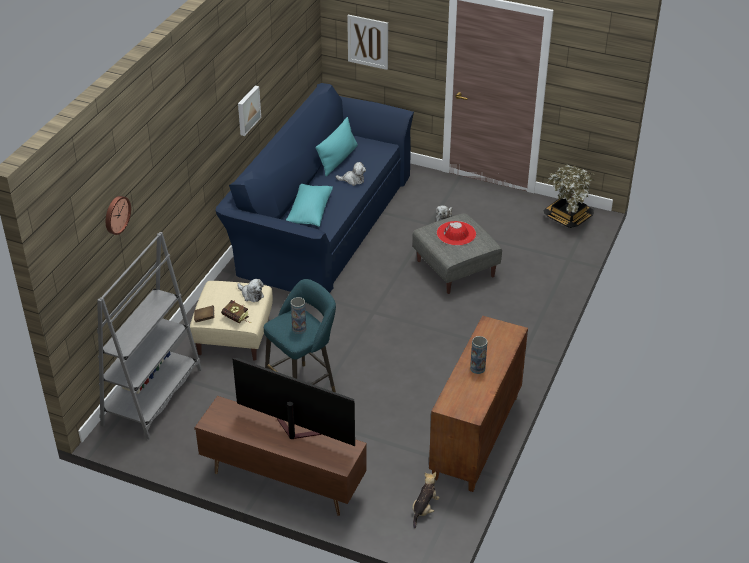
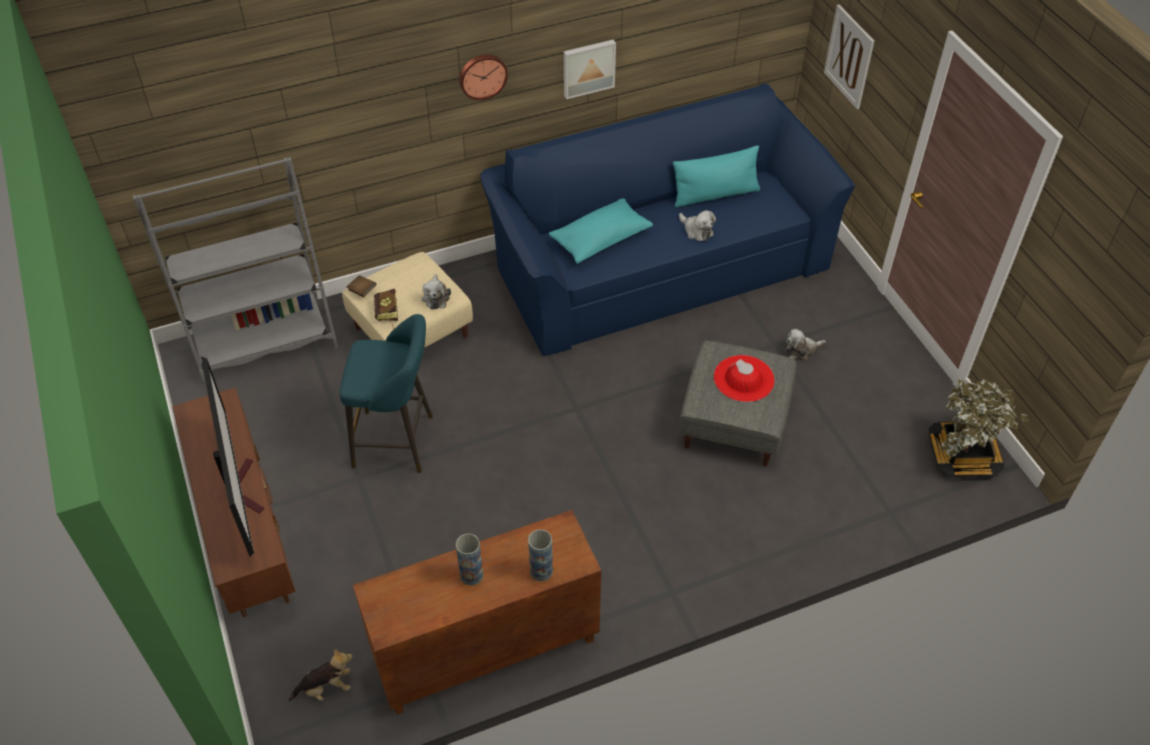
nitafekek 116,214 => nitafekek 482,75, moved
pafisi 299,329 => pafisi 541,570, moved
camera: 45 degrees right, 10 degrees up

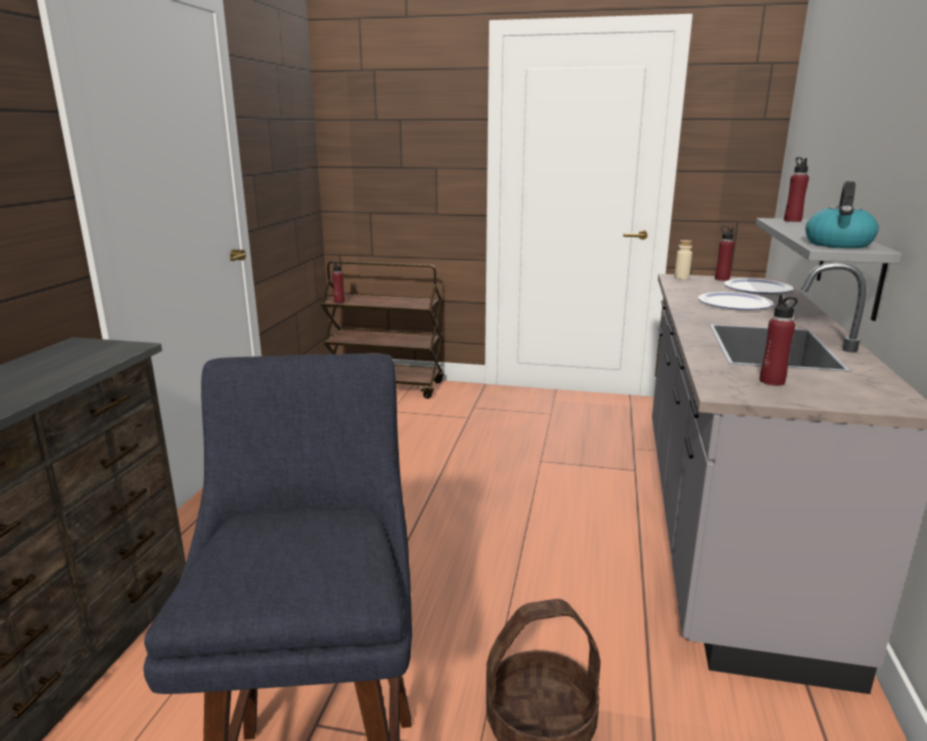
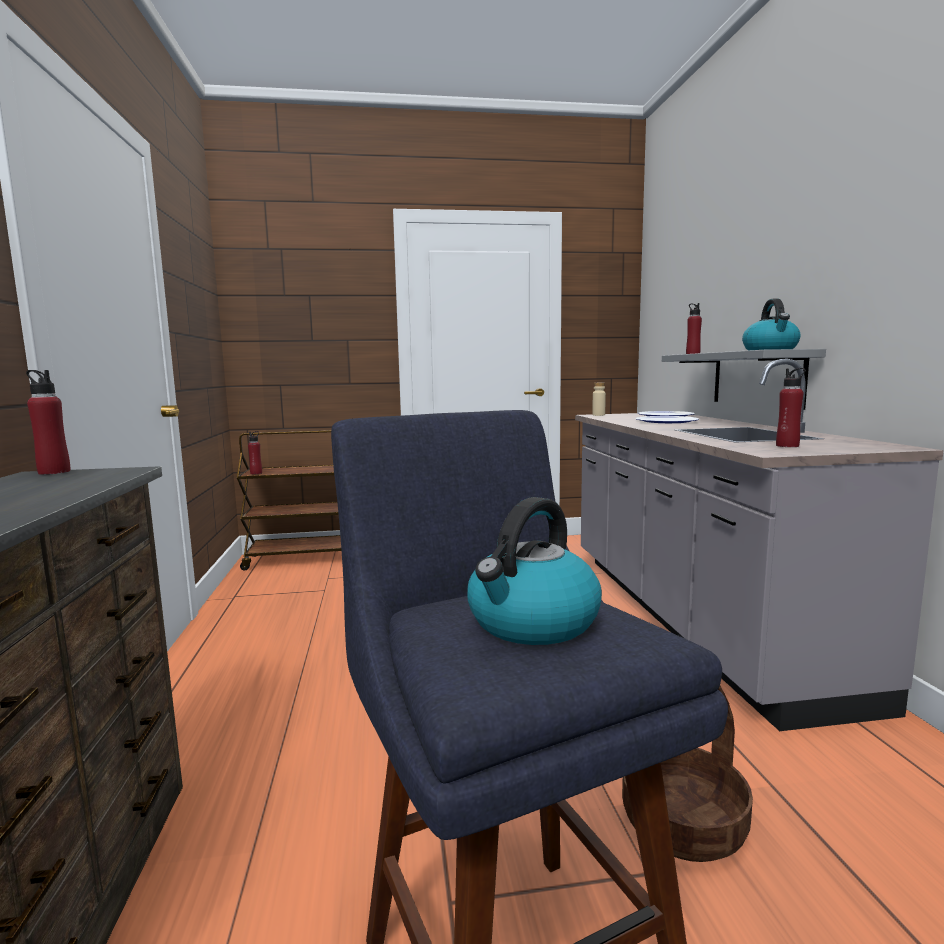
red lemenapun 721,279 => red lemenapun 54,472, moved
nothing => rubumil 532,623
camera: 20 degrees left, 10 degrees down

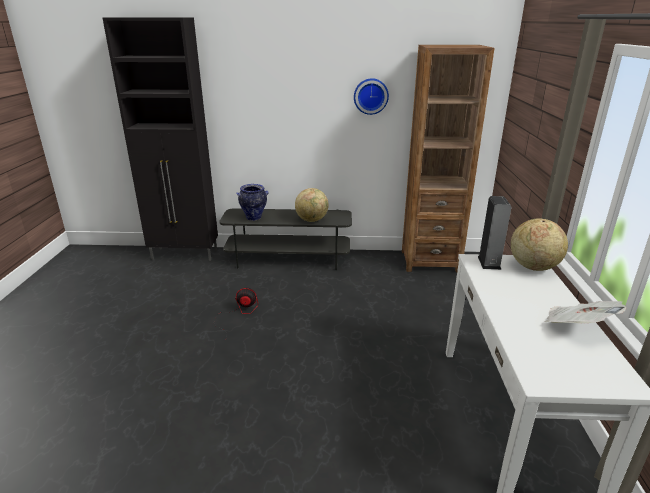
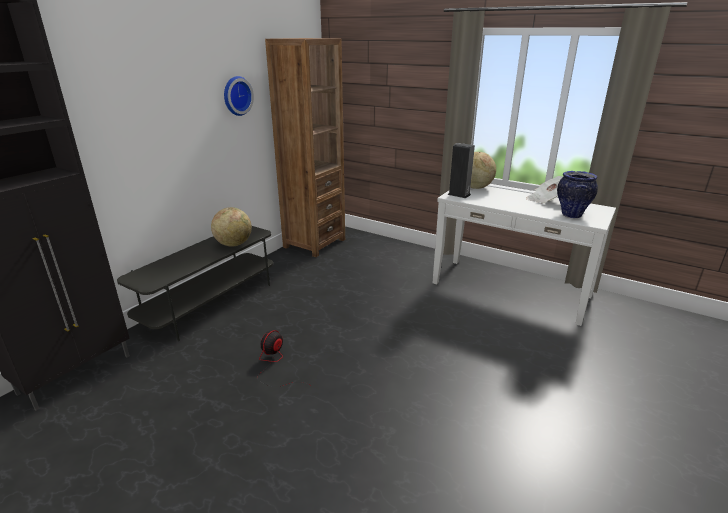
pafisi 254,218 => pafisi 571,215, moved
camera: 60 degrees left, 0 degrees up

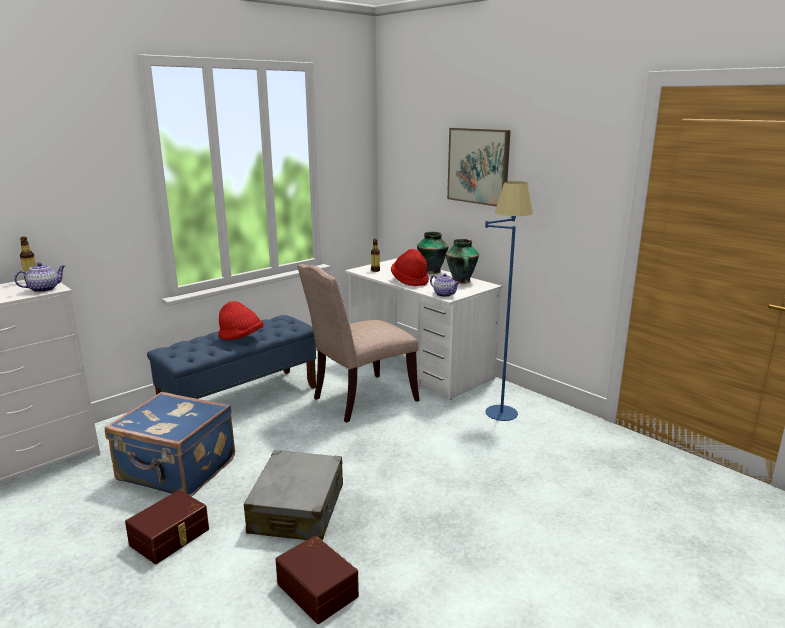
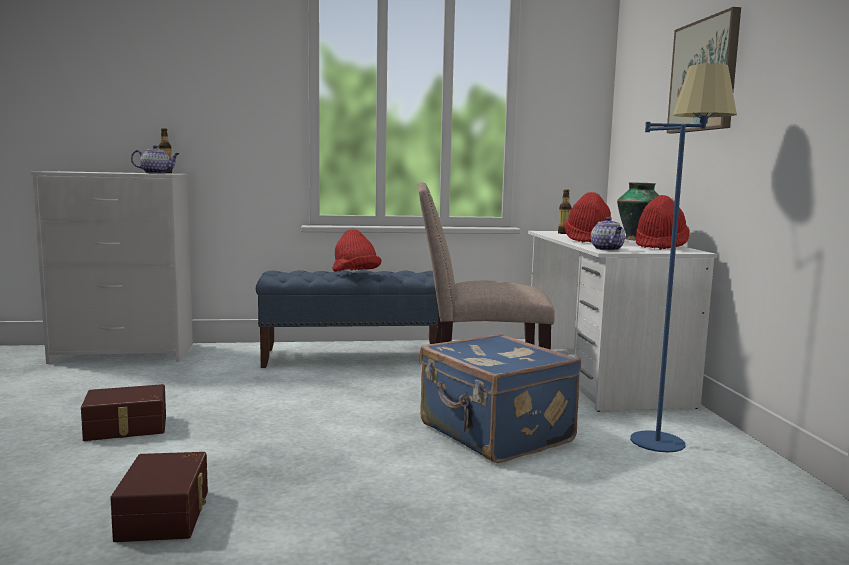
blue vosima 176,471 => blue vosima 494,434, moved
pafisi 461,281 => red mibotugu 660,246
grey vosima 297,509 => nothing
camera: 35 degrees right, 10 degrees down

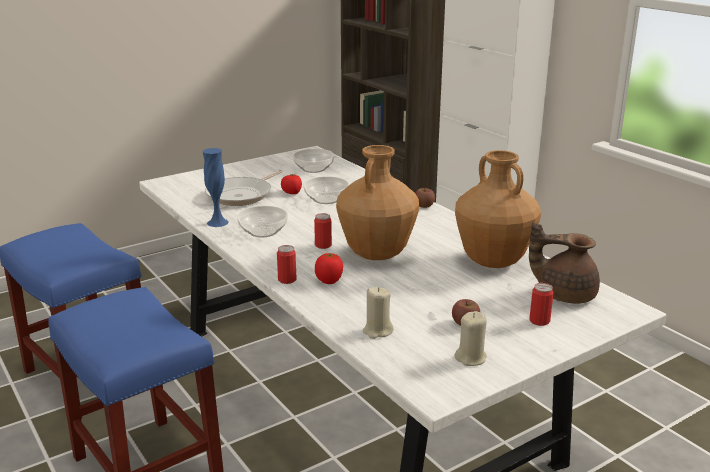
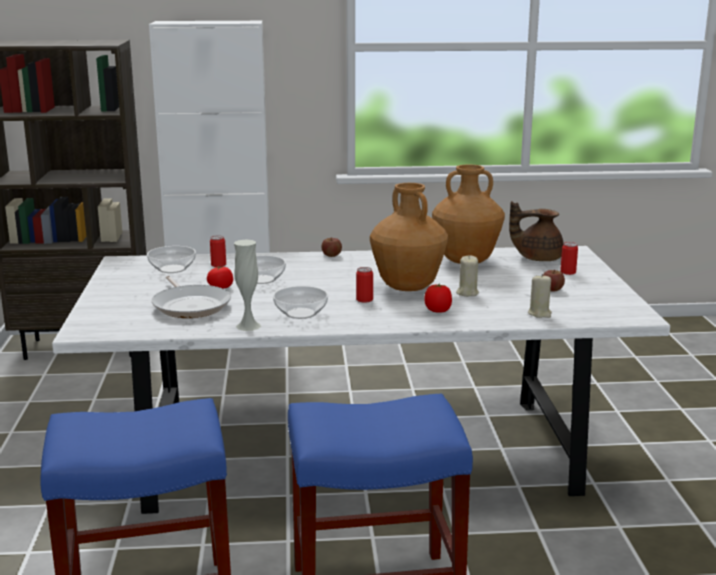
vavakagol 287,280 => vavakagol 218,265, moved
blue pafisi 217,222 => white pafisi 248,326
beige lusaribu 471,358 => beige lusaribu 467,293, moved
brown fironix 564,294 => brown fironix 537,258, 45 degrees clockwise
camera: 60 degrees left, 5 degrees down

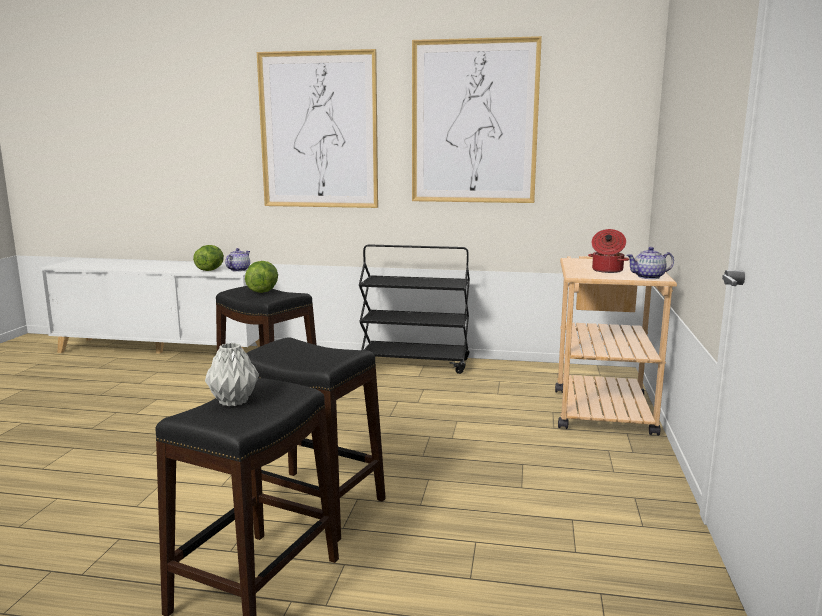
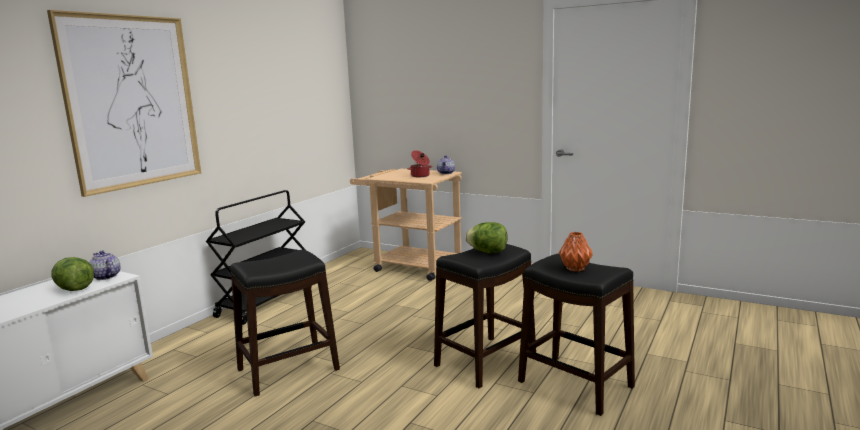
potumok 262,291 => potumok 488,252, moved
grey pafisi 233,402 => orange pafisi 576,269
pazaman 474,122 => nothing
camera: 70 degrees left, 0 degrees up

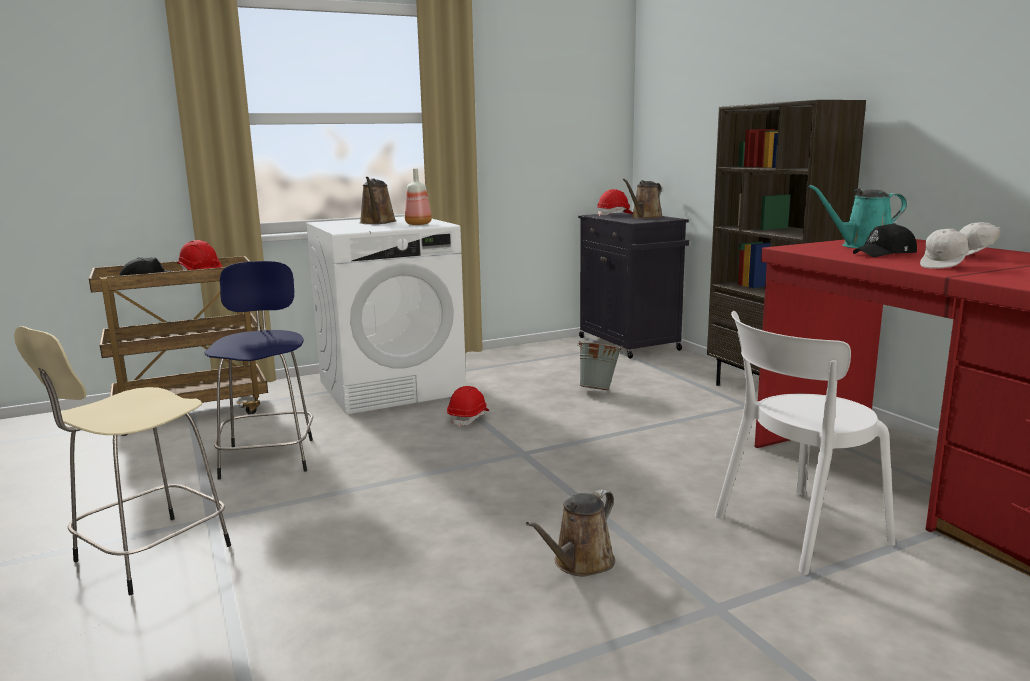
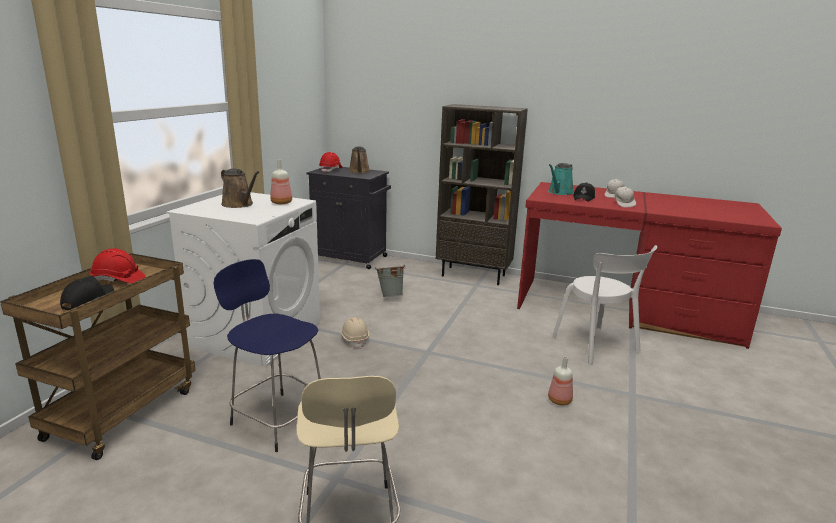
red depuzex 469,418 => beige depuzex 354,340
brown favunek 580,563 => lemenapun 560,400
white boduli 795,531 => white boduli 597,347, 45 degrees counterclockwise
camera: 45 degrees left, 5 degrees up

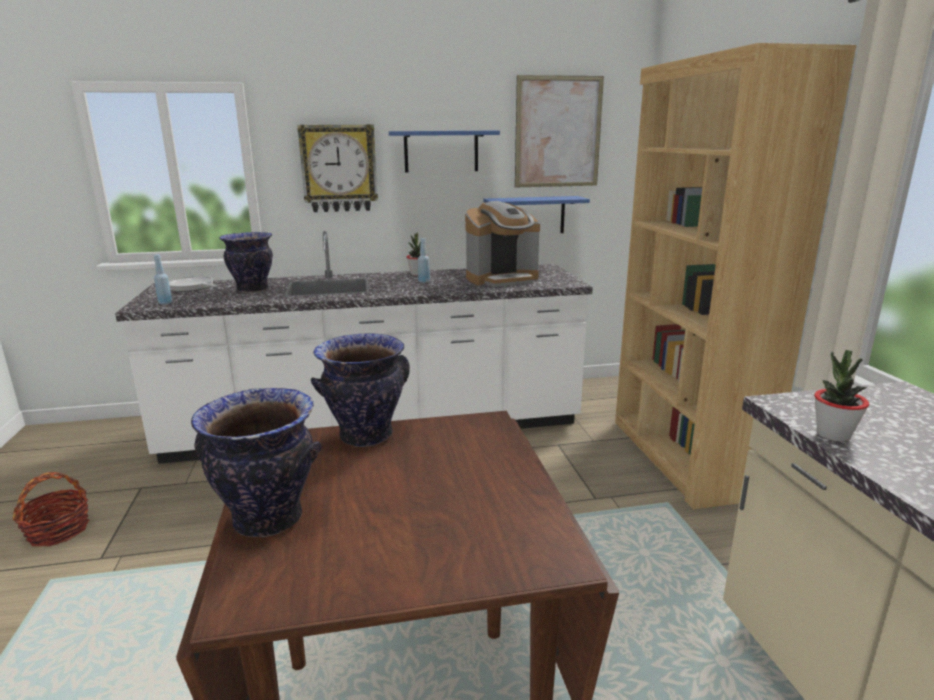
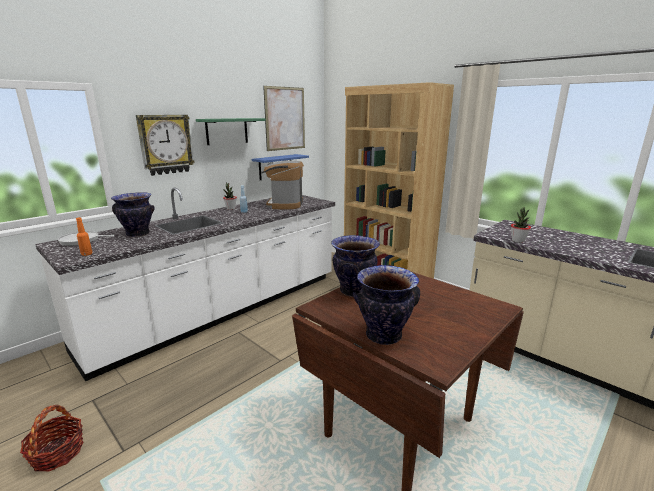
blue lemenapun 165,303 => orange lemenapun 86,254
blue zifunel 441,151 => green zifunel 227,131
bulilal 502,279 => bulilal 284,204, 150 degrees clockwise
camera: 35 degrees left, 0 degrees up

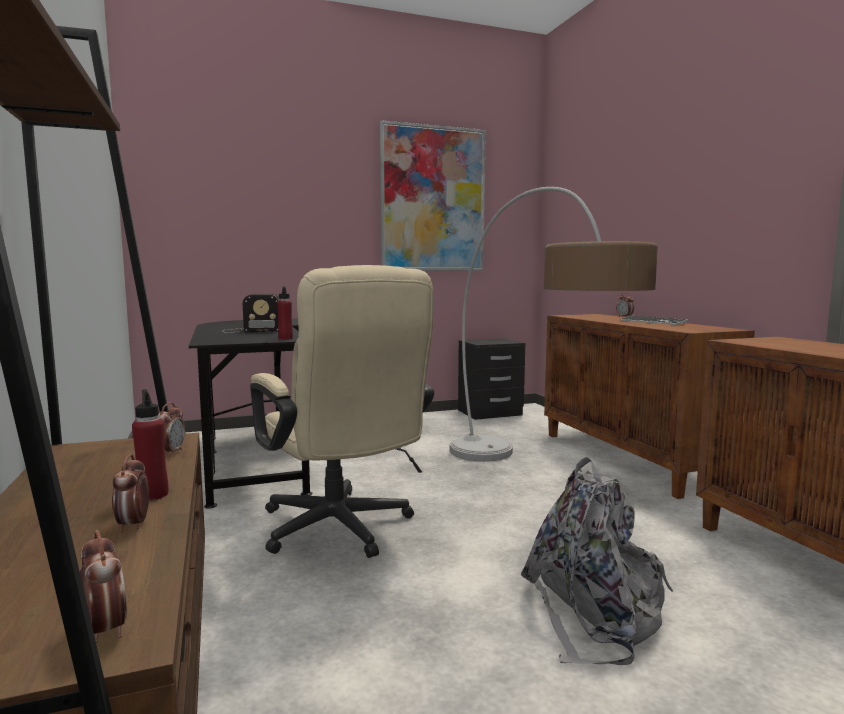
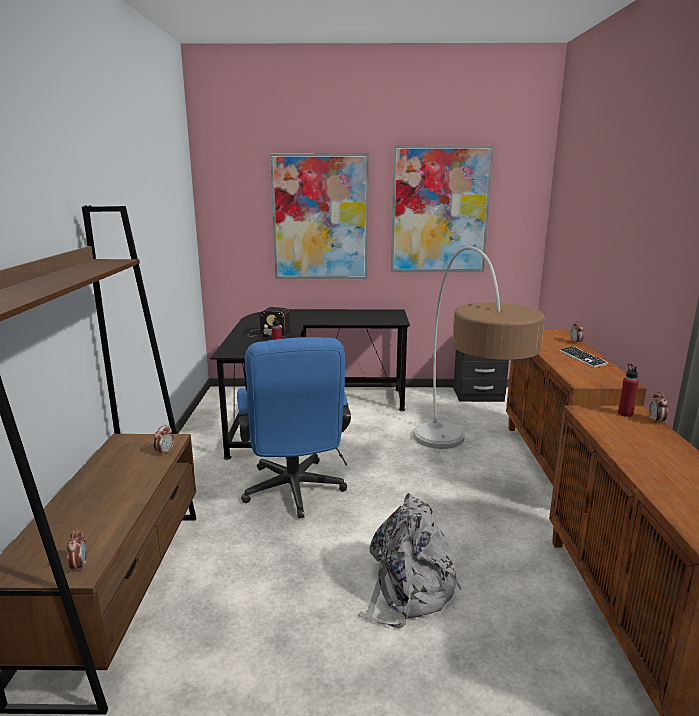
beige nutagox 342,531 => blue nutagox 294,493
nothing => pazaman 320,217
red lemenapun 153,495 => red lemenapun 625,413, moved
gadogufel 133,525 => gadogufel 656,421, moved
camera: 20 degrees right, 10 degrees up

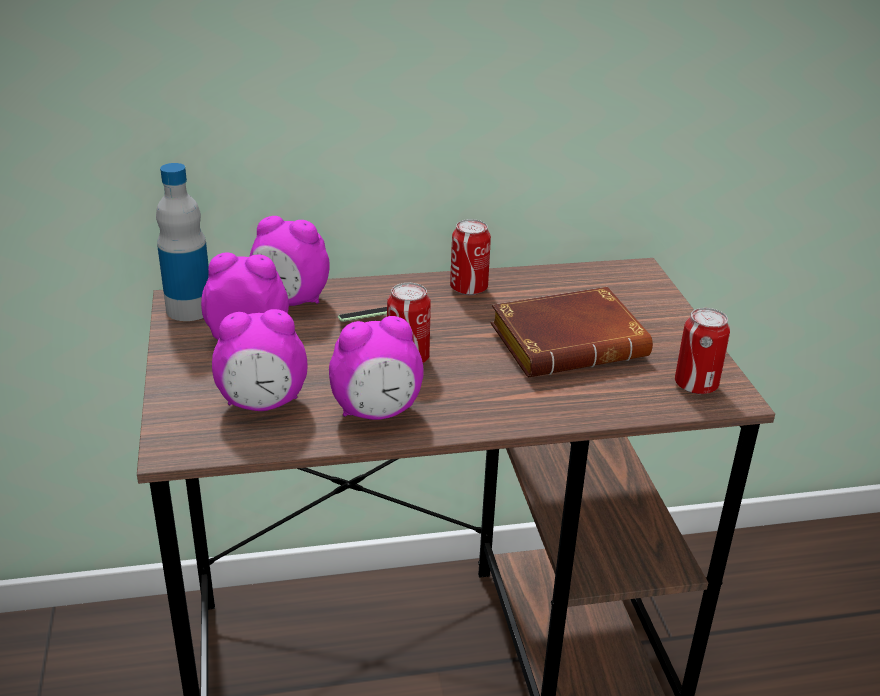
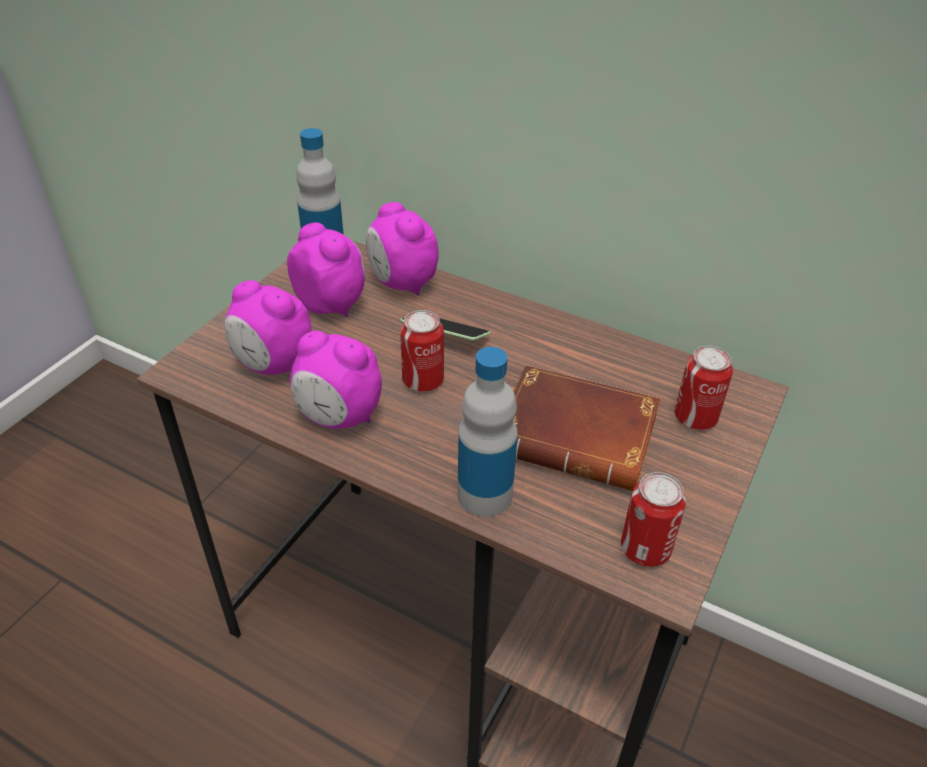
nothing => lemenapun 484,495
vavakagol 468,288 => vavakagol 695,417, moved
camera: 40 degrees right, 10 degrees up

